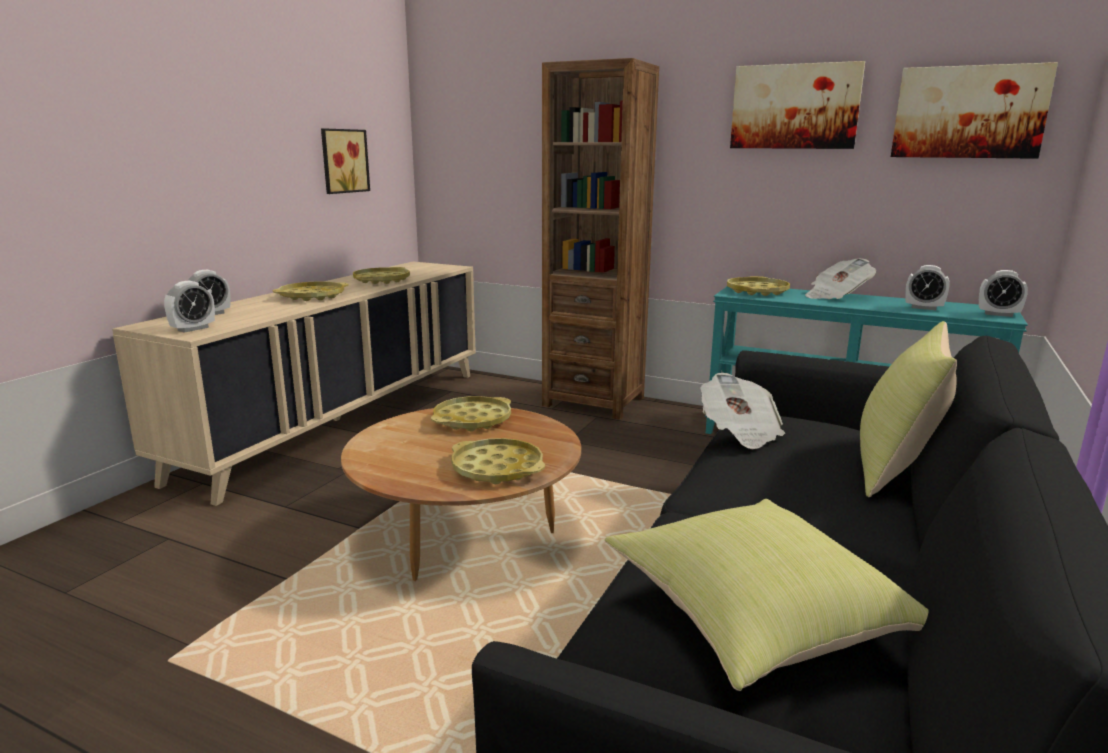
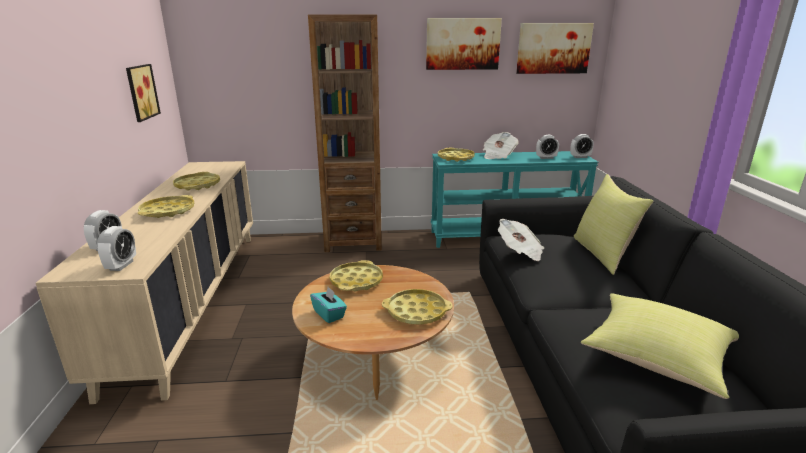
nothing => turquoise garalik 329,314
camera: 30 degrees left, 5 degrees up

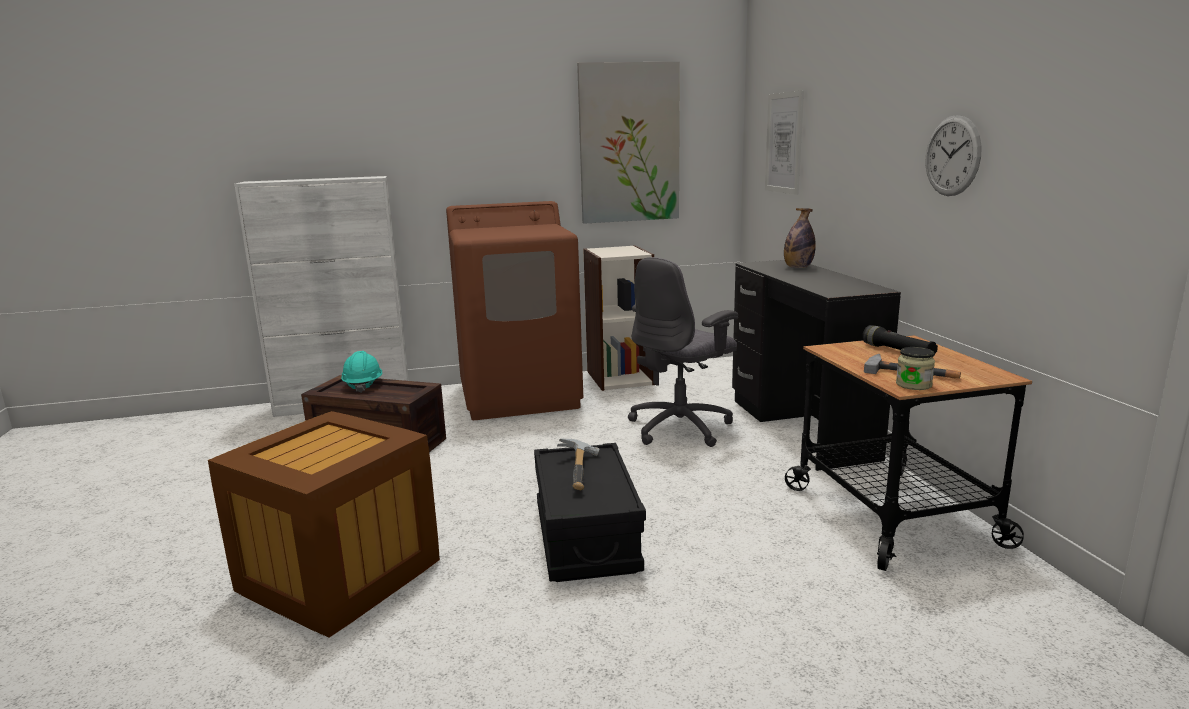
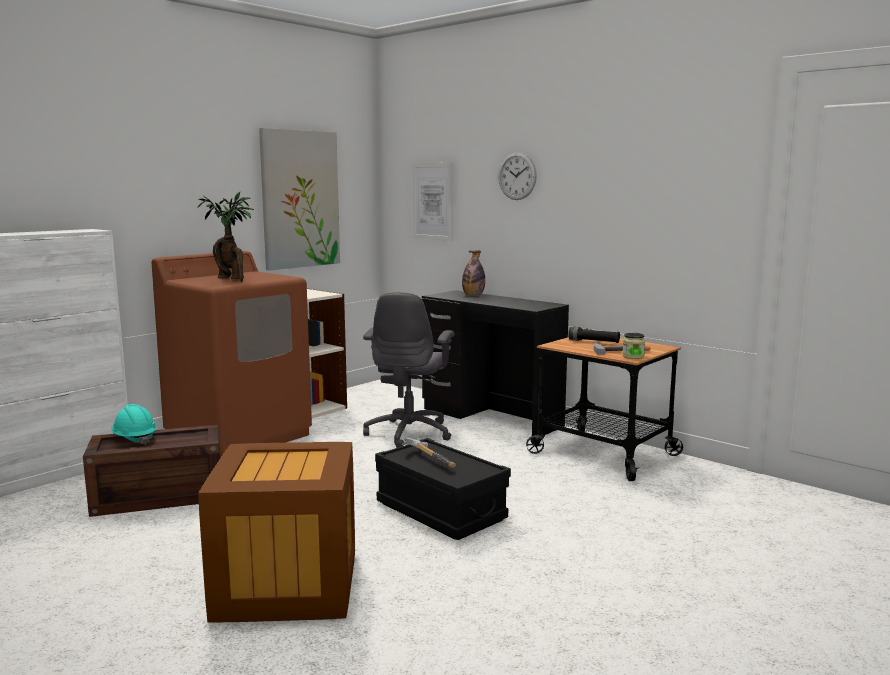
nothing => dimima 232,279
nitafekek 952,156 => nitafekek 517,176, moved
camera: 35 degrees left, 5 degrees down

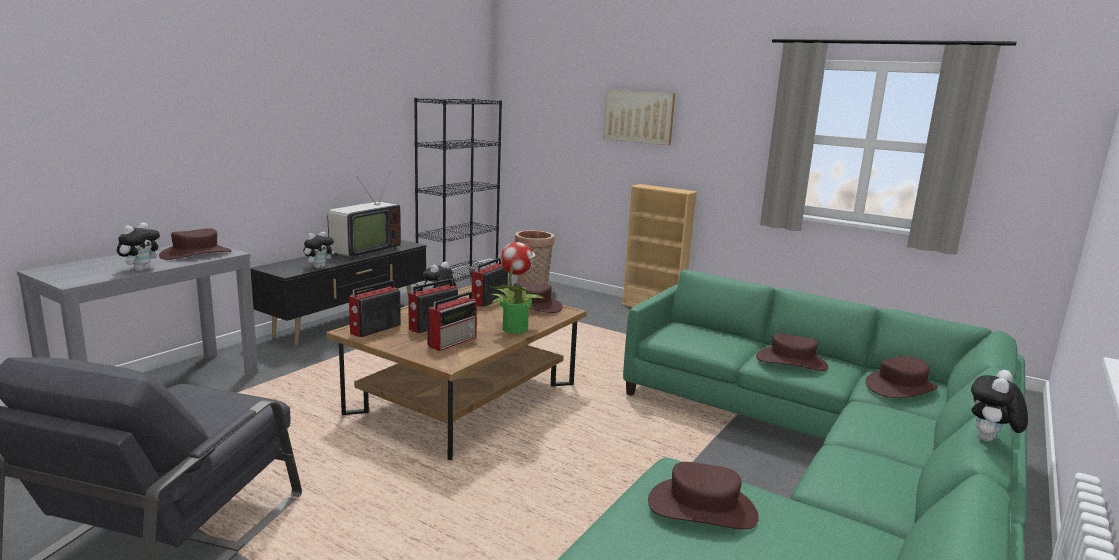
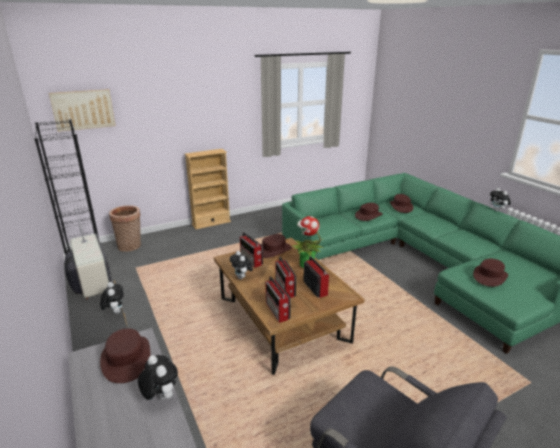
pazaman 639,117 => pazaman 83,110, moved
camera: 60 degrees left, 10 degrees up

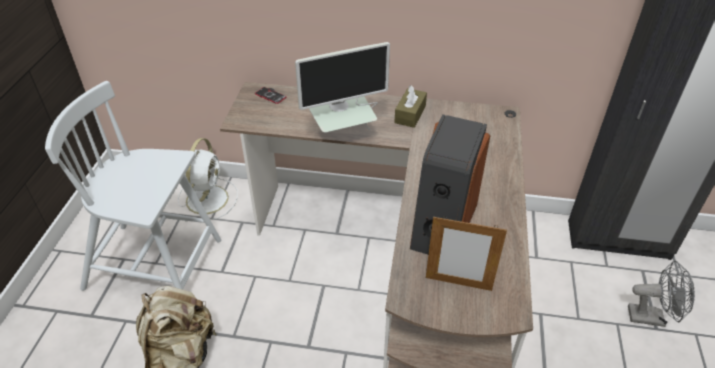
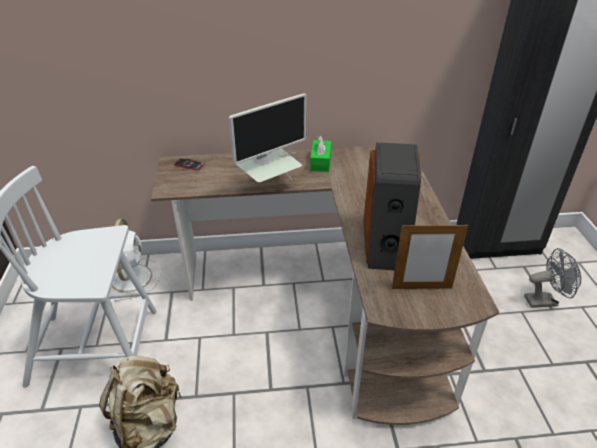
brown garalik 410,114 => green garalik 320,162
camera: 15 degrees left, 5 degrees down

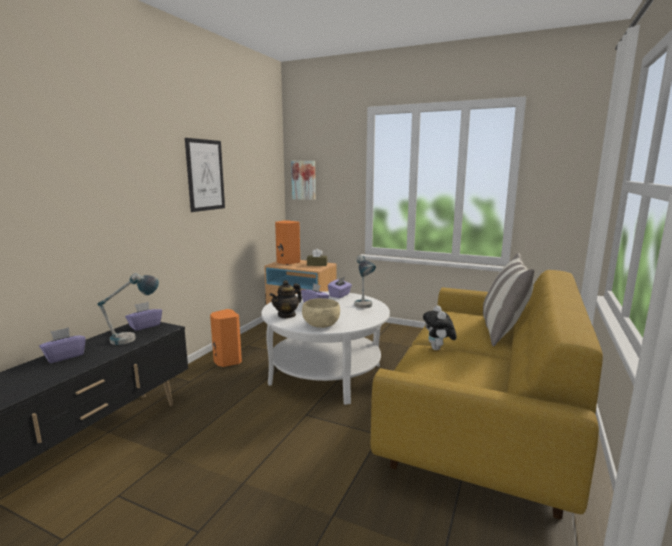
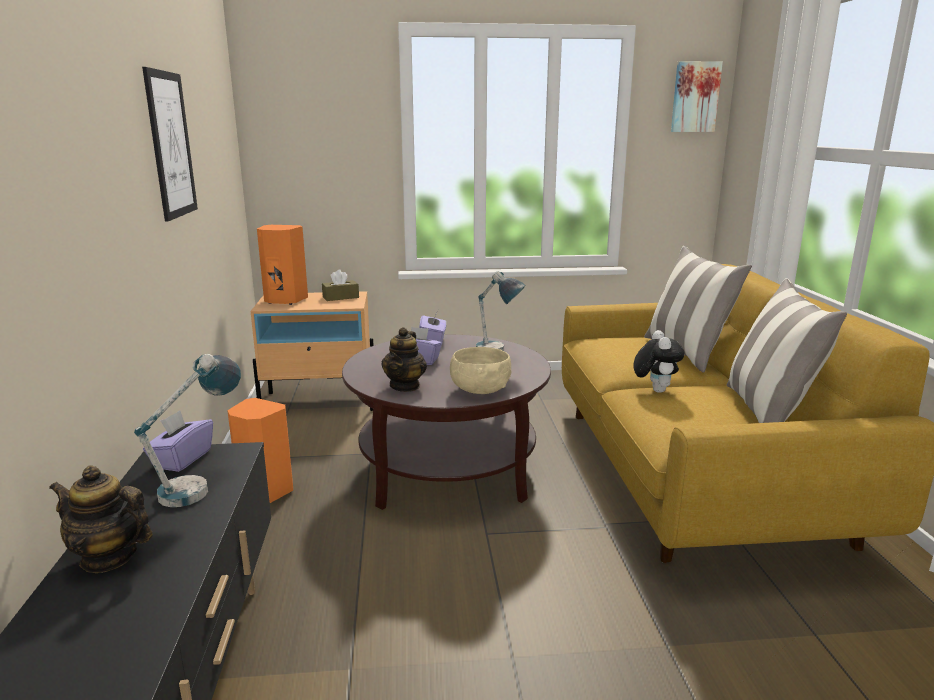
purple garalik 64,356 => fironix 109,557
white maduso 326,374 => brown maduso 448,469
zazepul 438,349 => zazepul 654,390, 150 degrees counterclockwise
pazaman 304,180 => pazaman 694,97, moved
nothing => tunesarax 768,413
camera: 30 degrees left, 5 degrees up

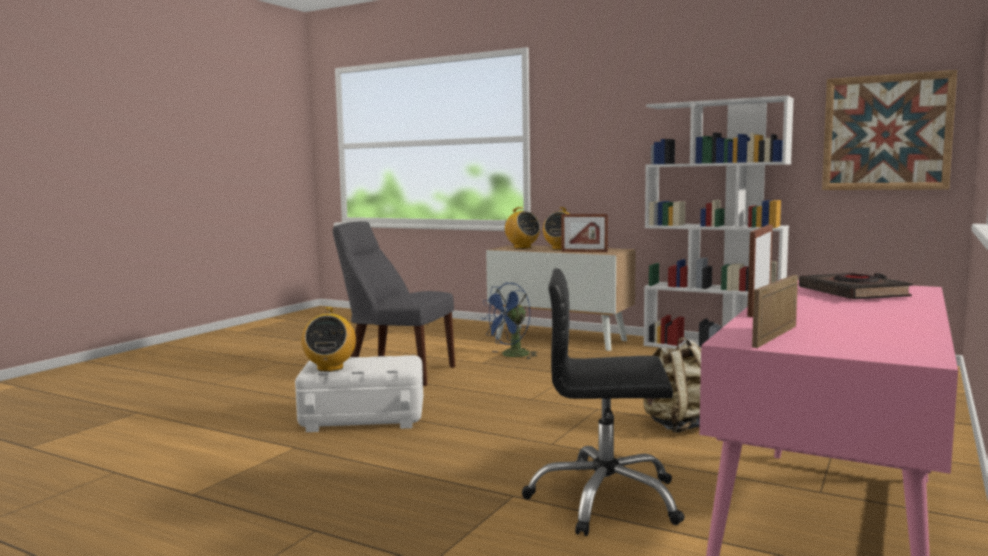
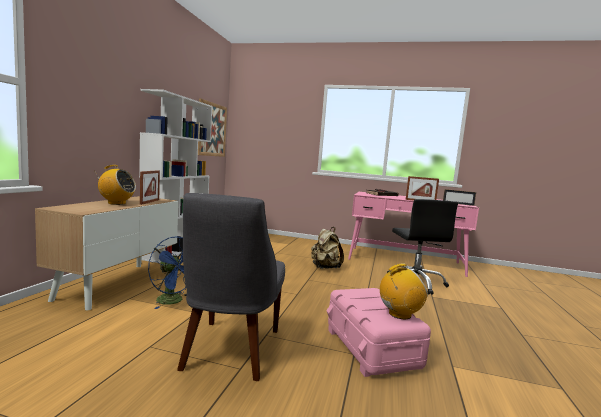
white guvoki 363,417 => pink guvoki 370,348
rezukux 522,247 => nothing
camera: 105 degrees left, 0 degrees up

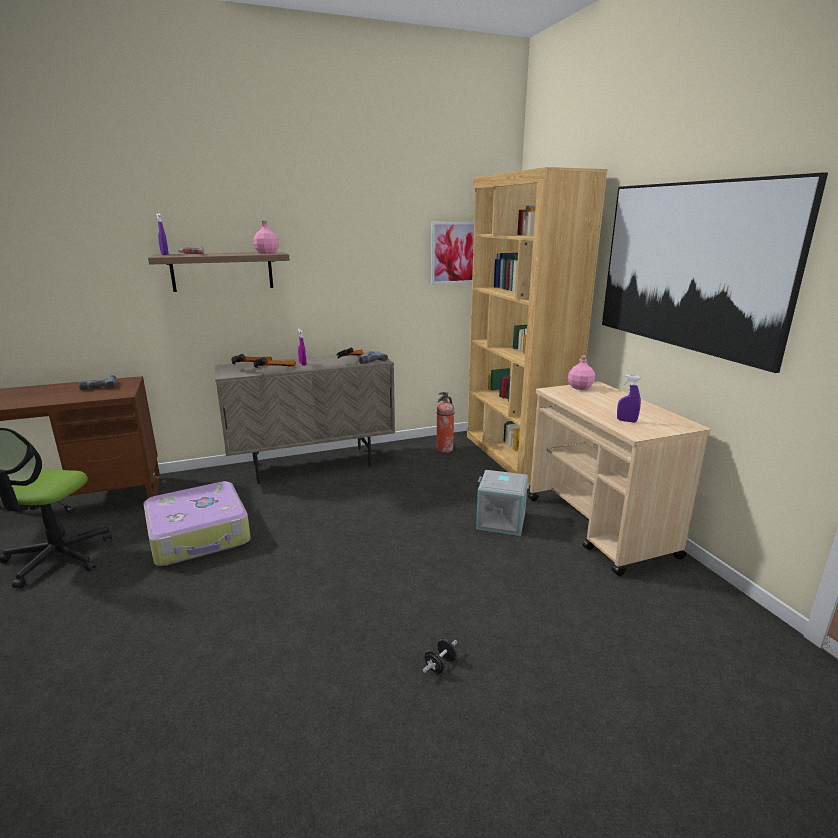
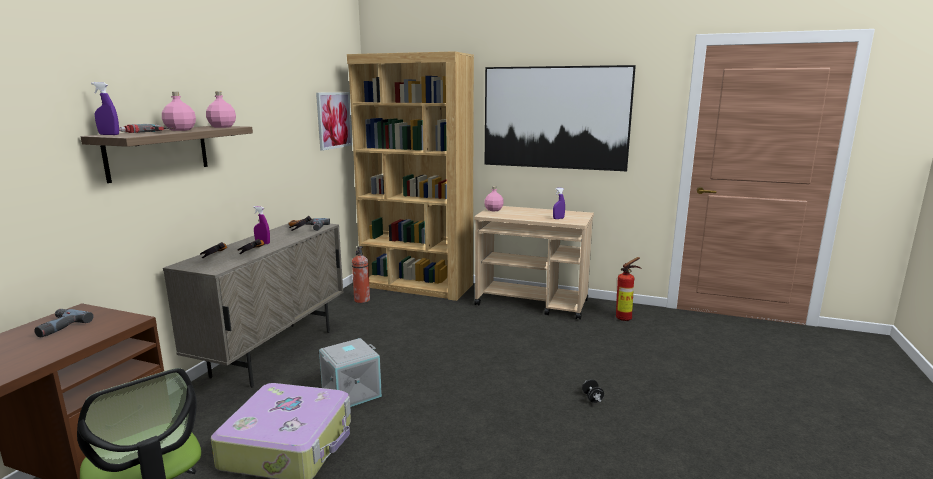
nothing => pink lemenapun 180,130
grey guvoki 501,520 => grey guvoki 351,392, moved
nothing => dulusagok 626,318
camera: 50 degrees left, 5 degrees down

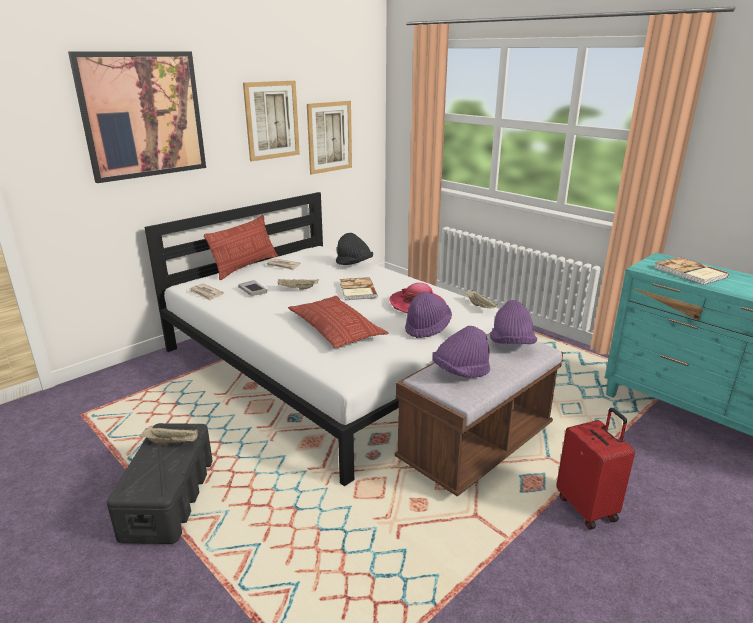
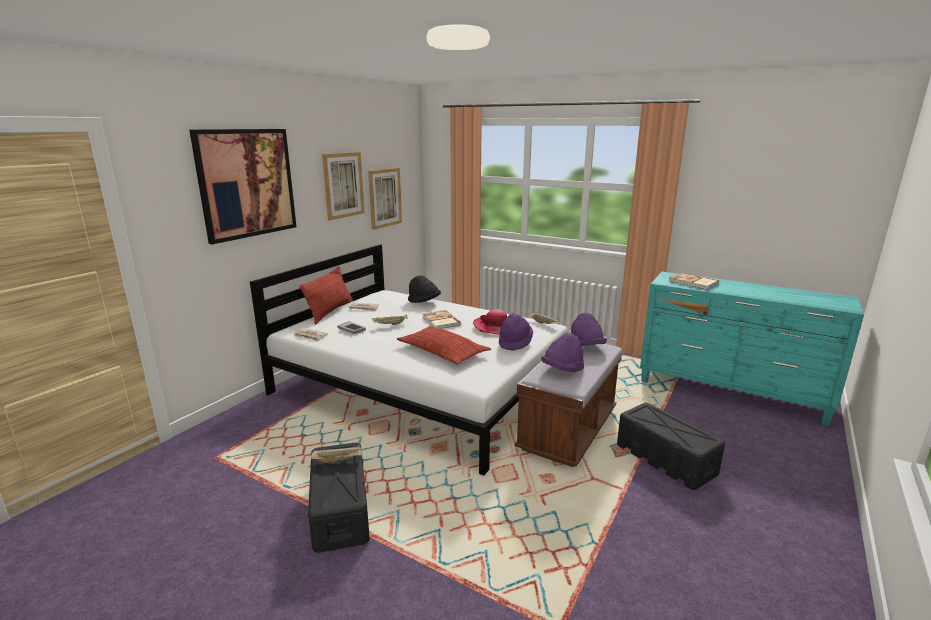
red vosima 587,507 => black guvoki 666,459
camera: 15 degrees left, 5 degrees down

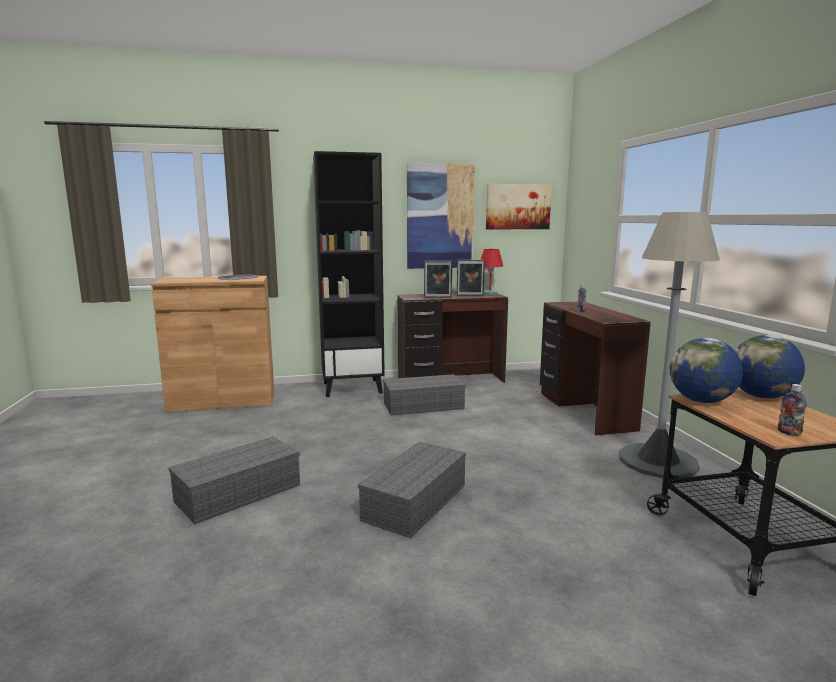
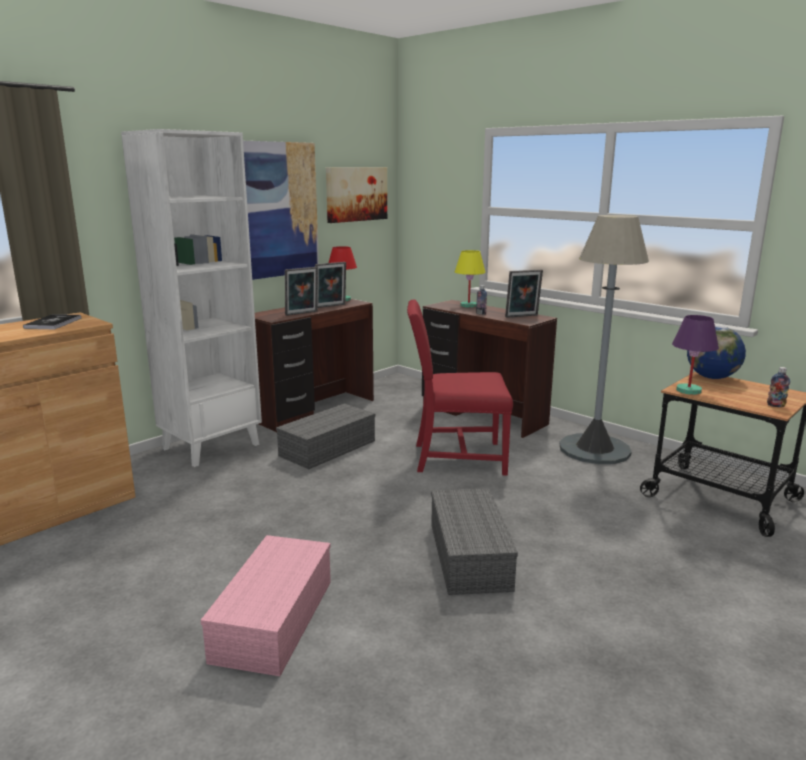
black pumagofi 353,387 => white pumagofi 211,446
grey guvoki 239,492 => pink guvoki 273,618
nothing => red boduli 455,458
nothing => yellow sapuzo 469,305
nothing => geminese 522,316
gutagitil 701,401 => purple sapuzo 689,391
camera: 35 degrees left, 5 degrees up

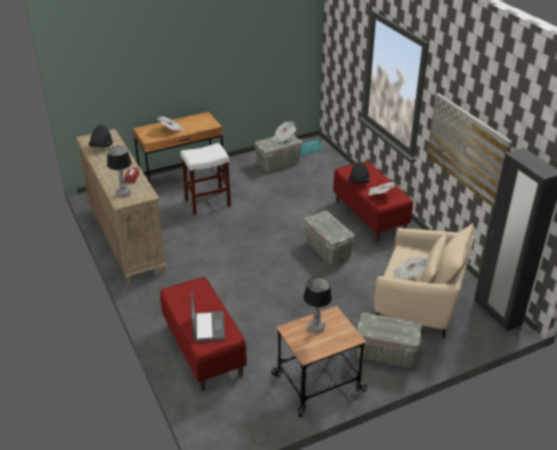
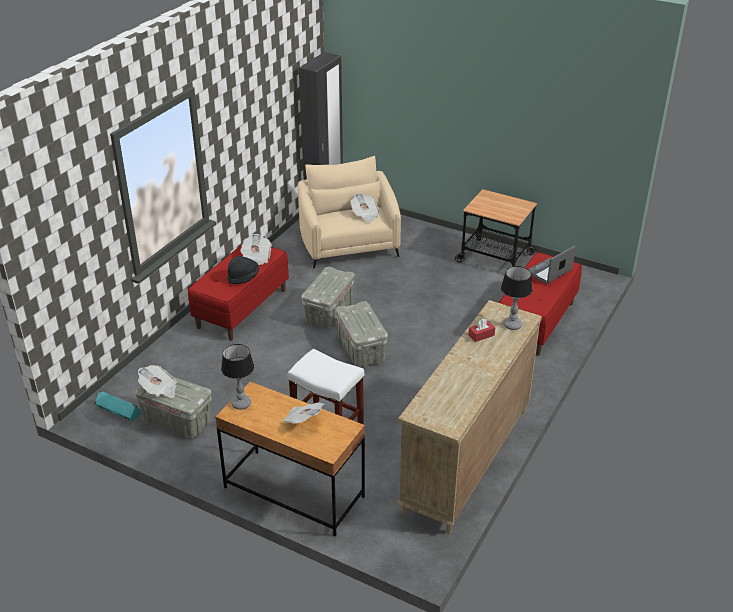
sapuzo 316,328 => sapuzo 241,404, moved
grey guvoki 385,354 => grey guvoki 361,350, moved
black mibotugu 101,146 => nothing
pazaman 467,149 => nothing
camera: 125 degrees left, 0 degrees up

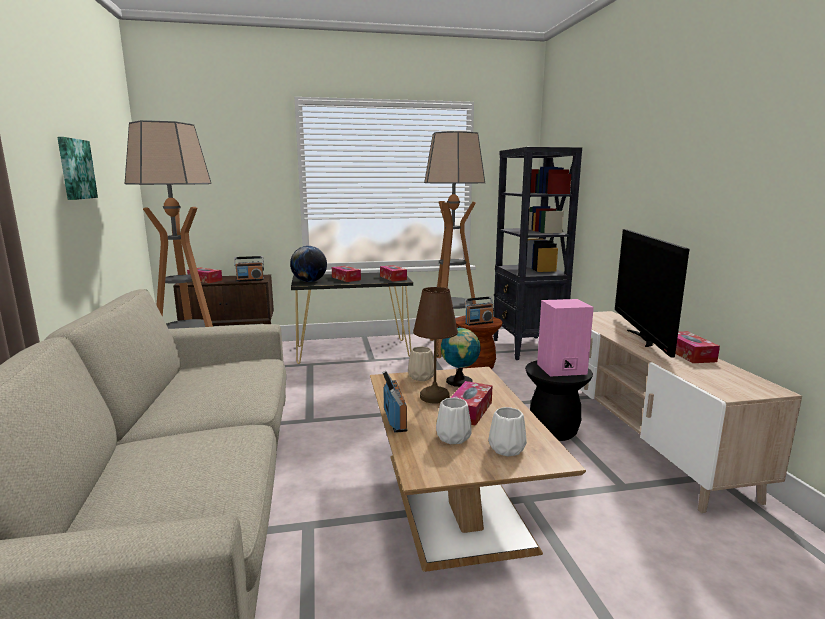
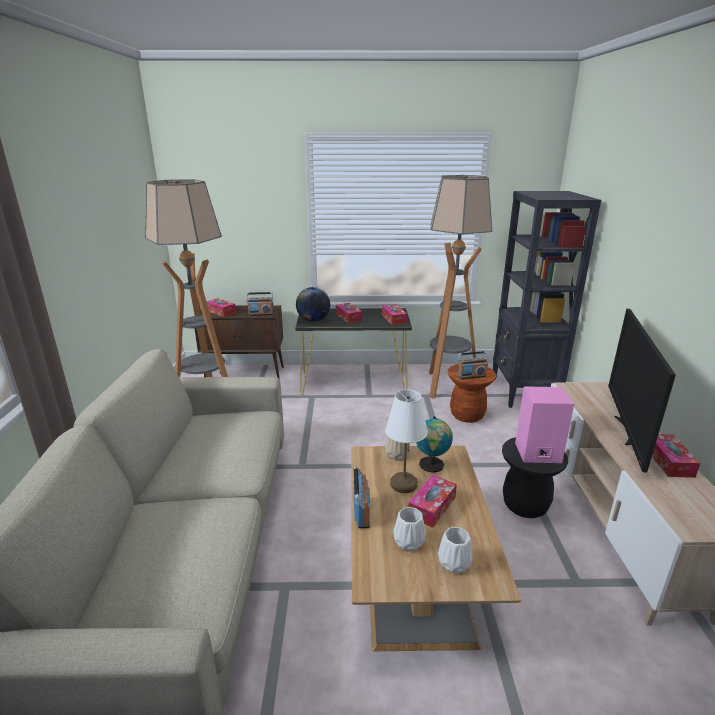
brown sapuzo 434,397 => white sapuzo 403,484
pazaman 75,169 => nothing
camera: 10 degrees right, 10 degrees up

